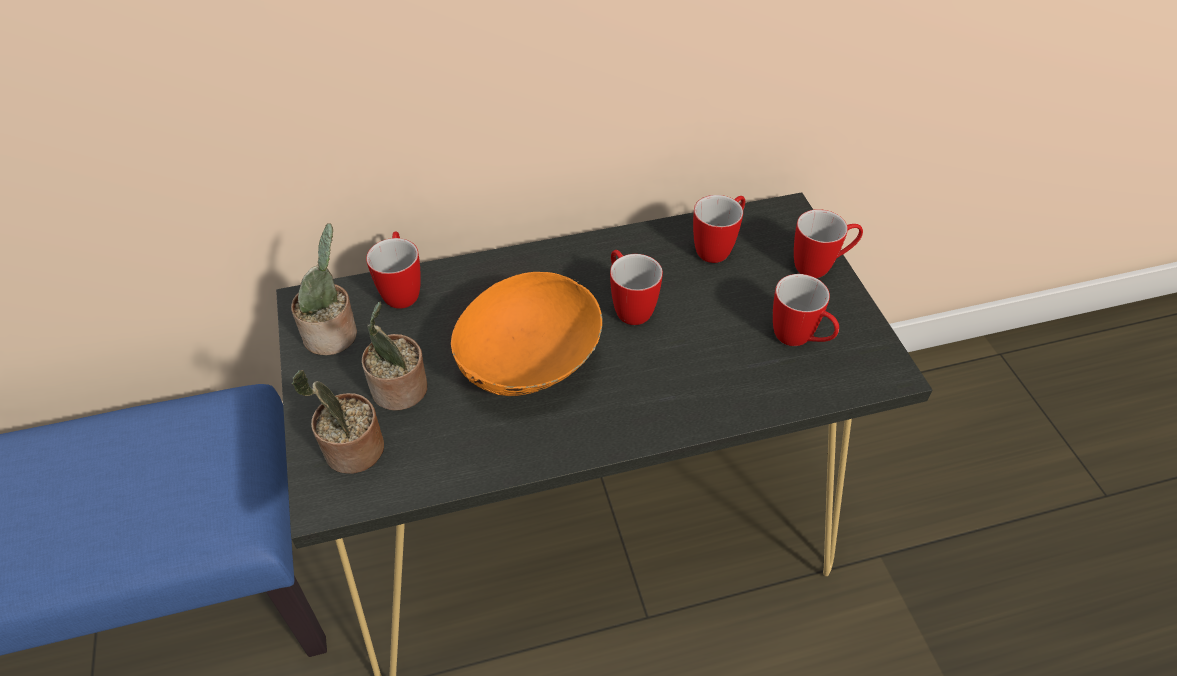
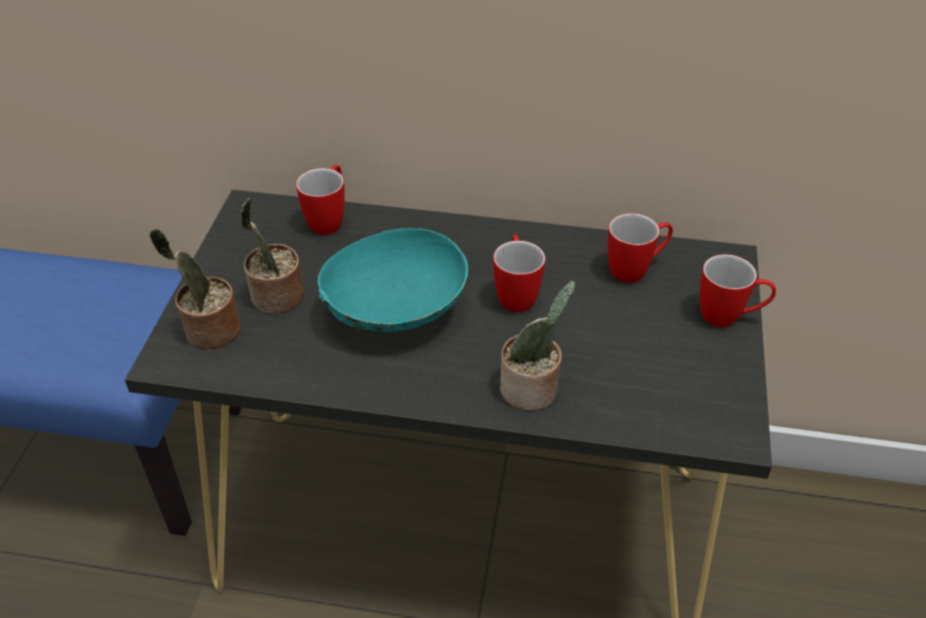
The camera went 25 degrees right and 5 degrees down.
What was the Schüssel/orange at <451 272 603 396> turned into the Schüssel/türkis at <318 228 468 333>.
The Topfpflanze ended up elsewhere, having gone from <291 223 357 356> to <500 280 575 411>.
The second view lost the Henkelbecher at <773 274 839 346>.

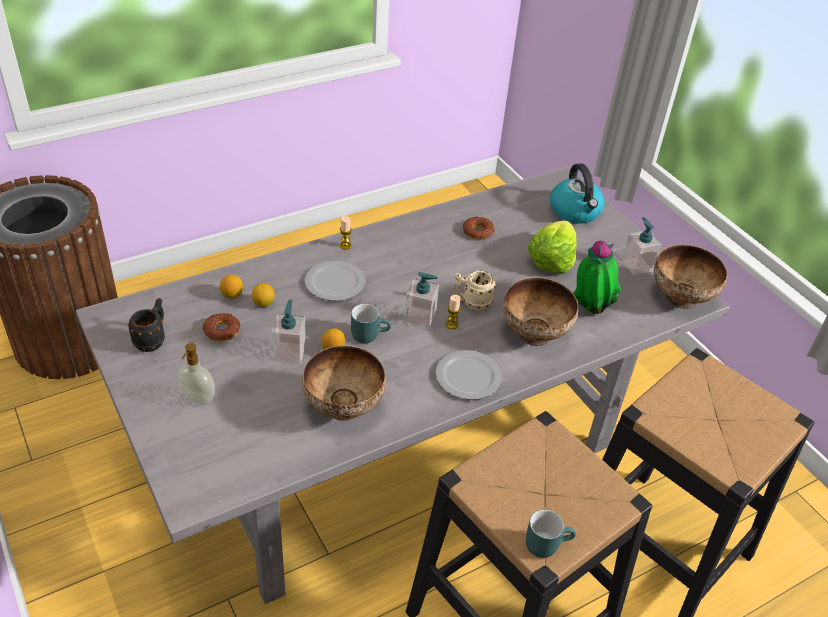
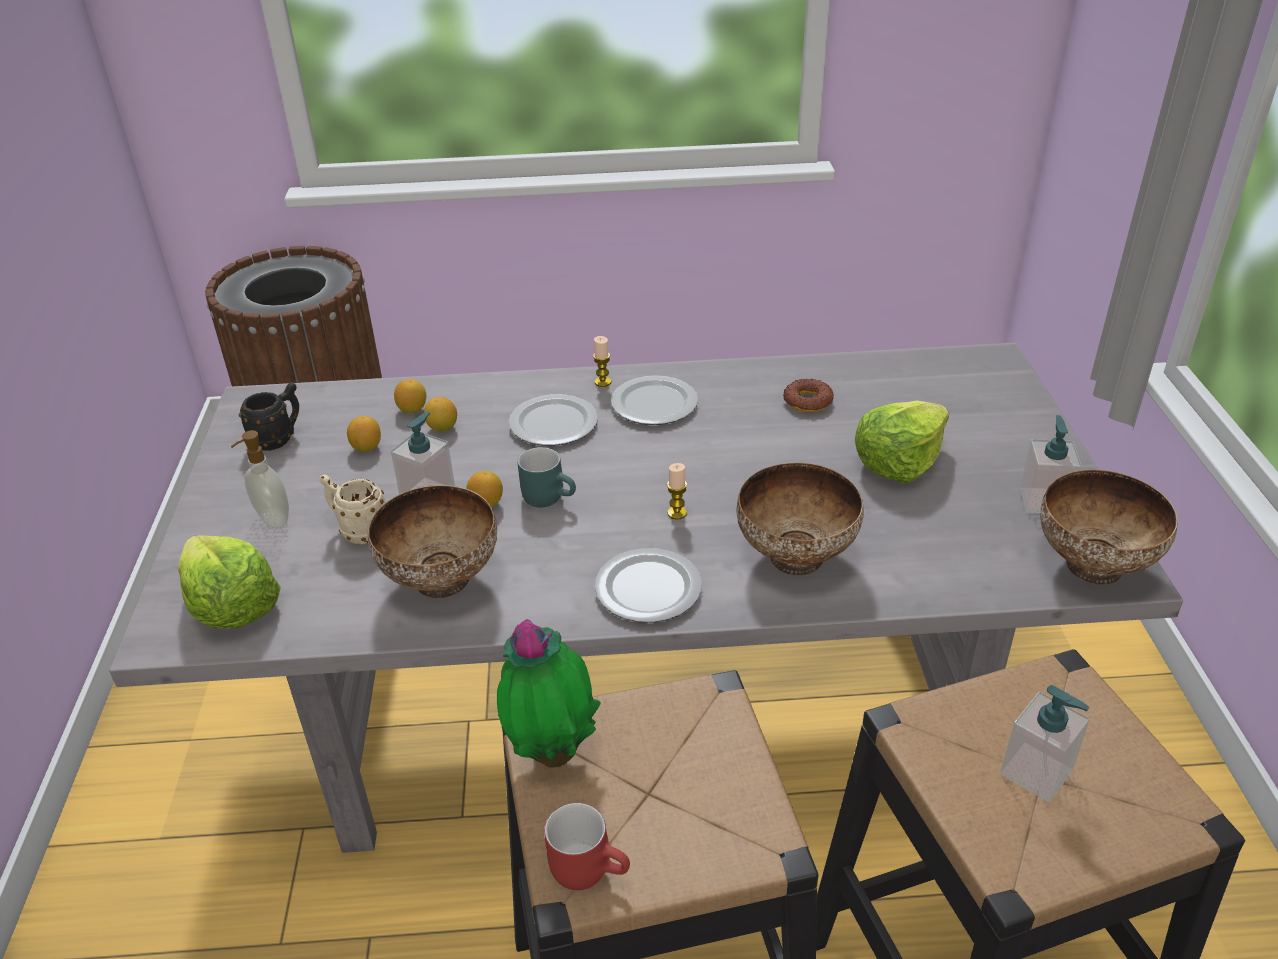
The camera went 30 degrees right and 5 degrees down.
The second view gained the Salatkopf at <178 535 281 629>.
The Henkelbecher/beige ended up elsewhere, having gone from <455 271 496 310> to <319 474 385 544>.
Where the Donut stood at <203 313 240 341>, the Zitrone came to stand at <347 416 381 452>.
The Topfpflanze ended up elsewhere, having gone from <573 241 621 314> to <497 619 601 768>.
What was the Henkelbecher/türkis at <526 509 576 558> turned into the Henkelbecher/rot at <544 803 630 890>.
The second view gained the Teller at <611 375 698 425>.
The Seifenspender ended up elsewhere, having gone from <405 272 439 329> to <1000 685 1090 802>.
The second view lost the Wasserkessel at <550 163 605 224>.

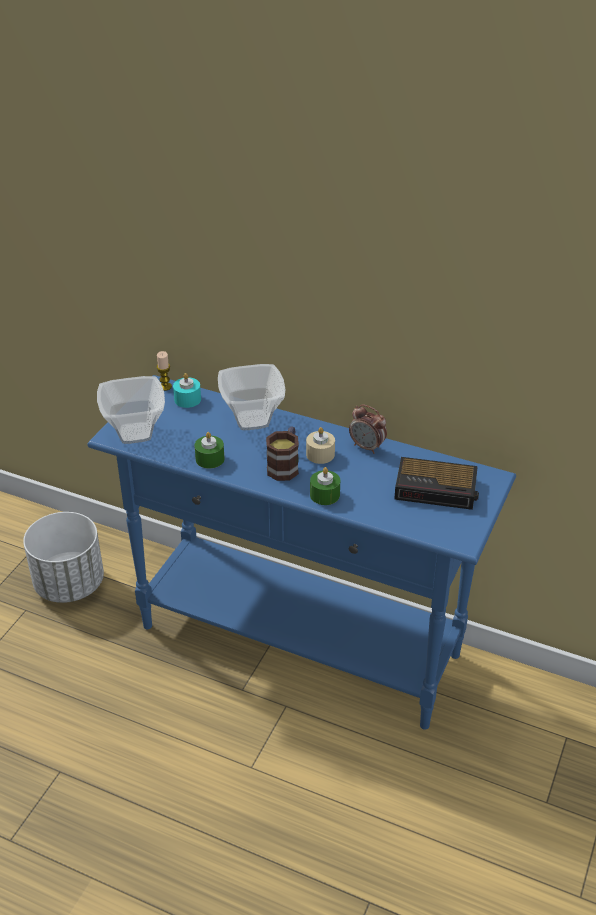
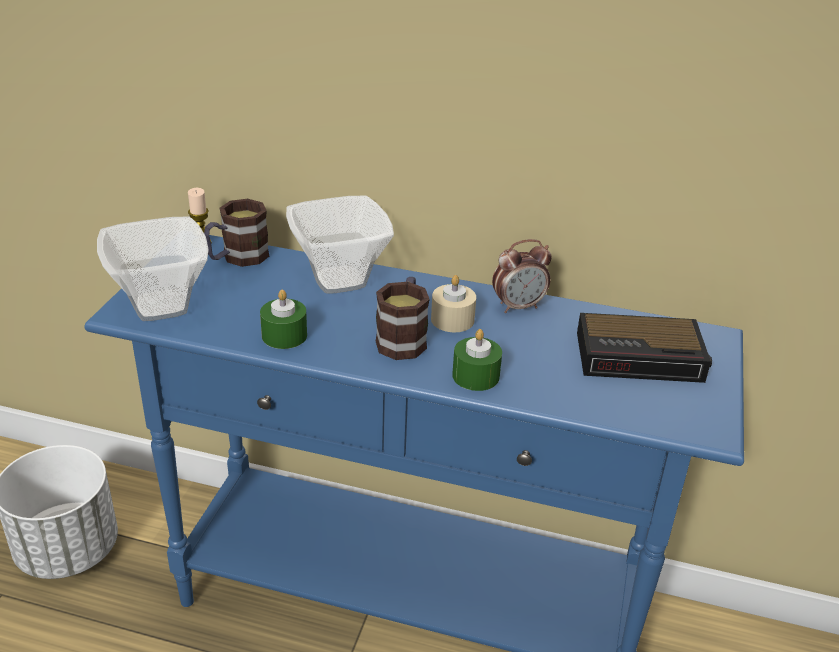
The camera went 10 degrees left and 5 degrees down.
Where the Kerze/türkis stood at <173 373 201 408>, the Henkelbecher came to stand at <204 199 269 267>.
The Wecker at <349 404 387 454> ended up facing another way, 45 degrees counterclockwise from before.

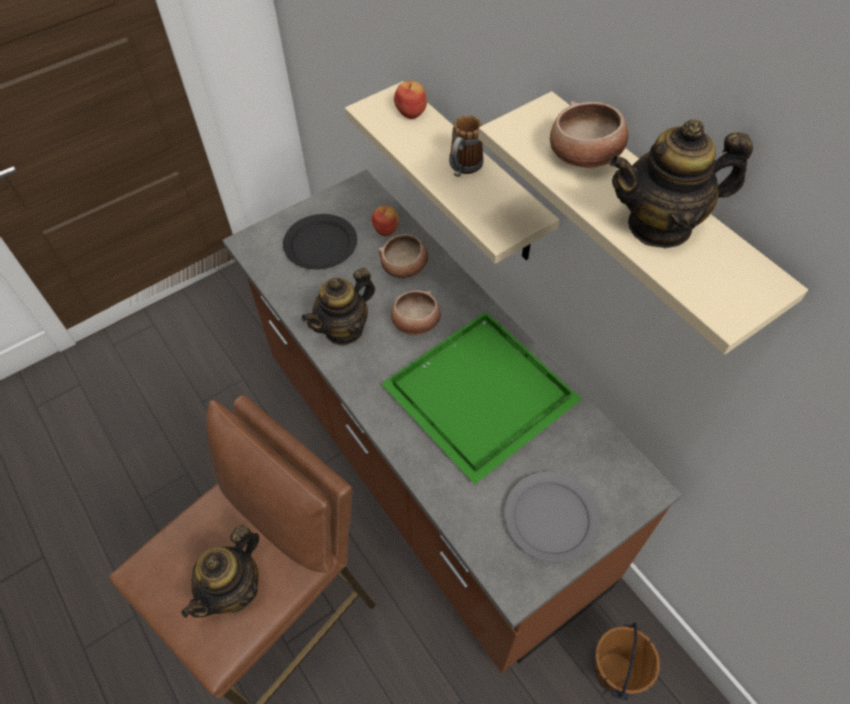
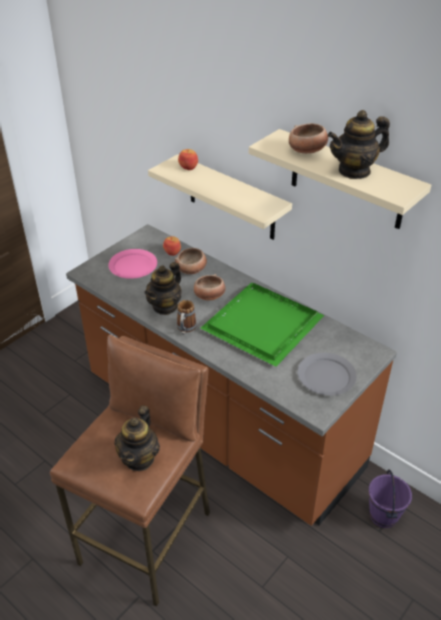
The camera went 15 degrees left and 15 degrees down.
What was the Teller/schwarz at <283 214 357 269> turned into the Teller/rosa at <108 249 157 279>.
The Henkelbecher ended up elsewhere, having gone from <449 115 483 177> to <177 300 197 335>.
What was the Eimer/braun at <595 622 660 700> turned into the Eimer/lila at <368 469 412 528>.

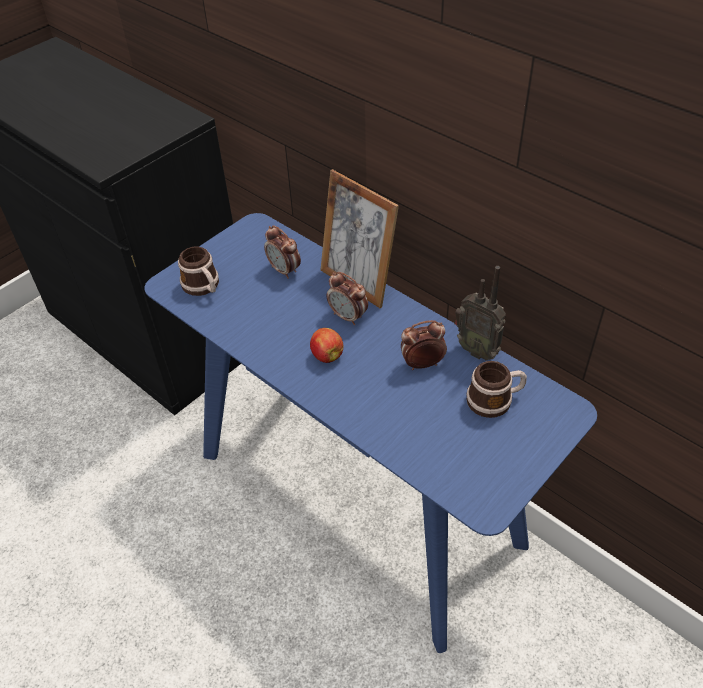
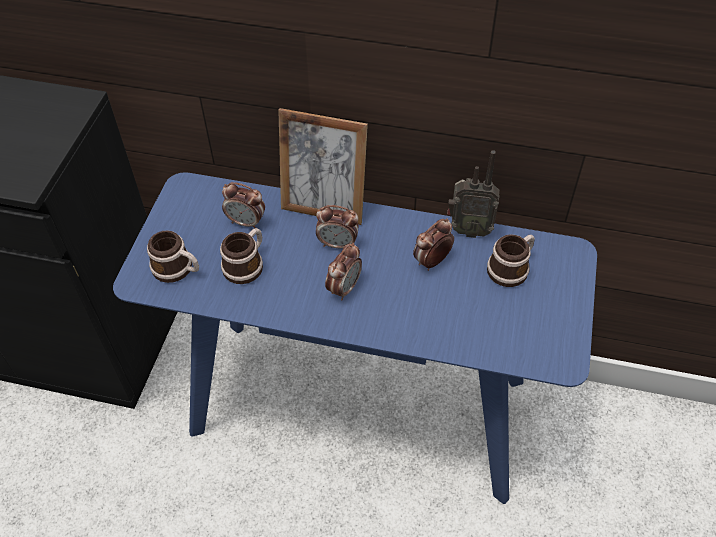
The camera went 30 degrees left and 5 degrees up.
The second view gained the Henkelbecher at <220 228 263 284>.
Where the Apfel stood at <310 328 344 363>, the Wecker came to stand at <325 243 362 300>.

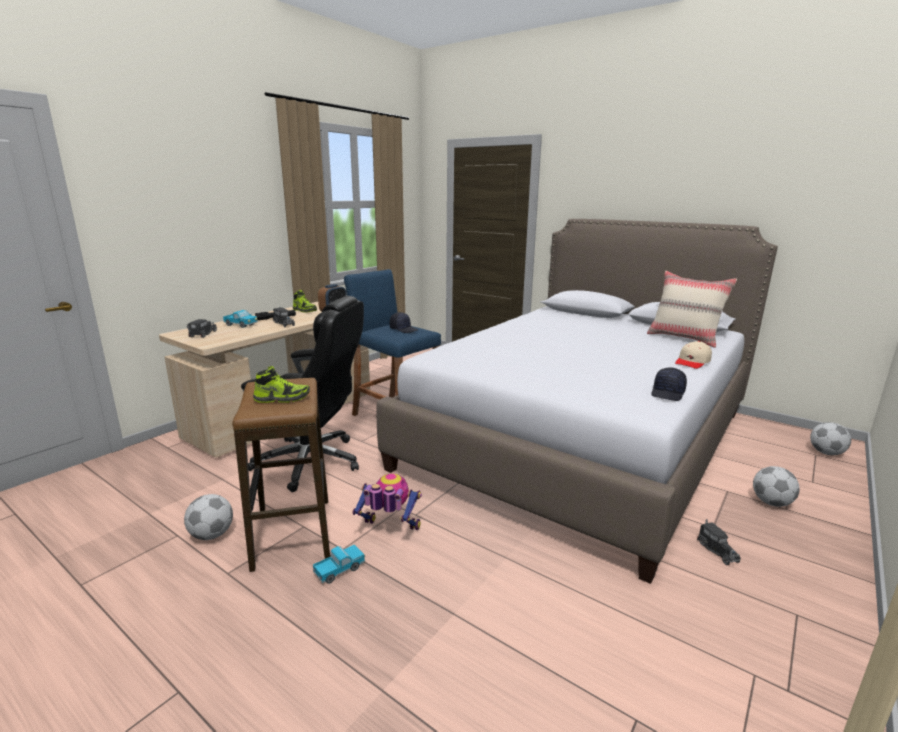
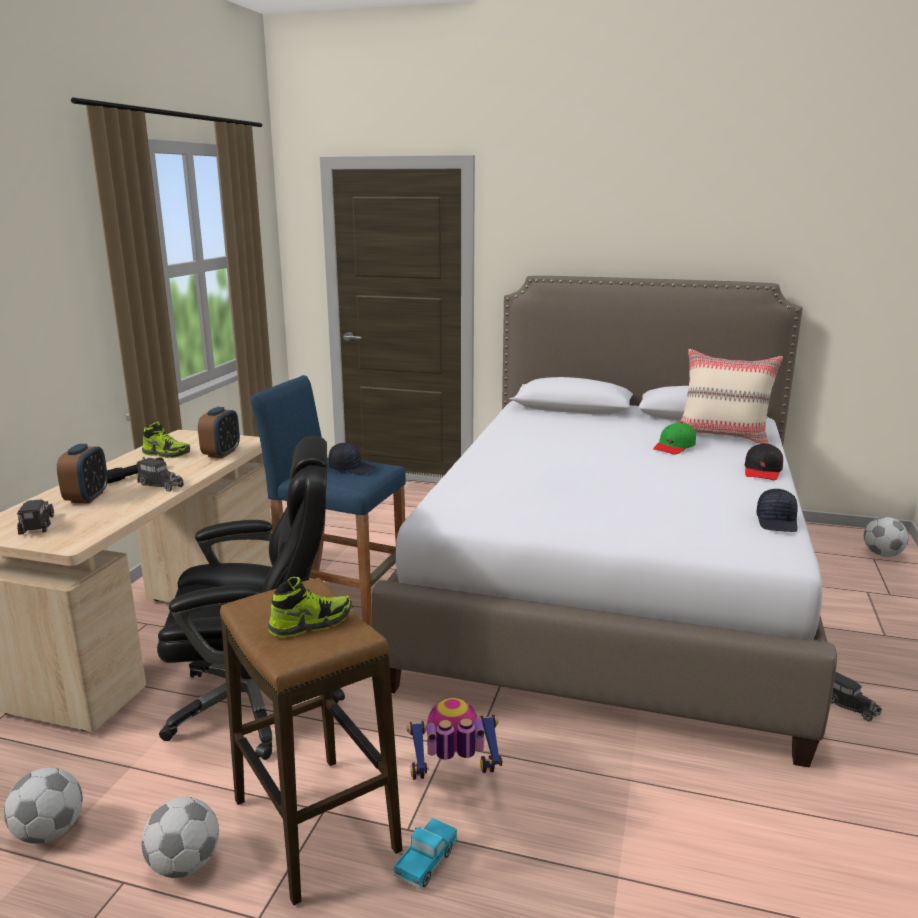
The camera went 20 degrees left and 0 degrees up.
The Fußball ended up elsewhere, having gone from <753 466 800 507> to <4 768 83 844>.
Where the Spielzeuglaster stood at <223 310 258 328>, the Wecker came to stand at <57 444 108 503>.
The second view gained the Kappe/grün at <653 422 696 455>.
What was the Kappe/beige at <675 341 712 369> turned into the Kappe/schwarz at <745 443 783 480>.

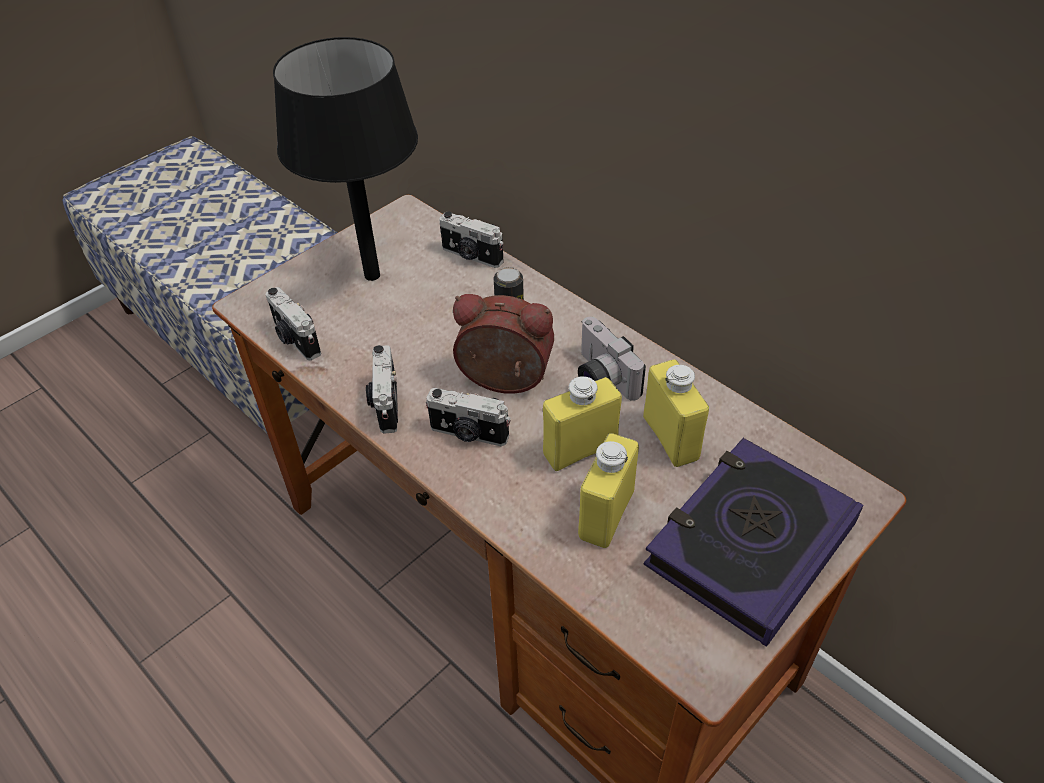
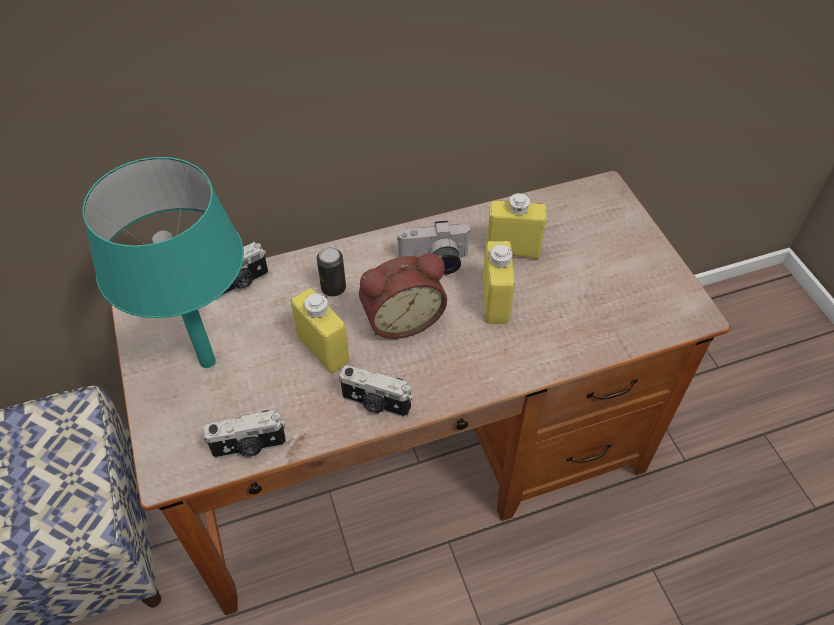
The camera went 65 degrees left and 5 degrees up.
What was the Tischlampe/schwarz at <273 37 418 281> turned into the Tischlampe/türkis at <83 157 244 368>.
The Flasche/gelb ended up elsewhere, having gone from <578 433 639 548> to <291 288 349 373>.
The Wecker at <453 294 554 394> ended up facing another way, 150 degrees counterclockwise from before.
The second view lost the Kamera at <426 388 511 446>.
The second view lost the Buch at <644 438 863 647>.

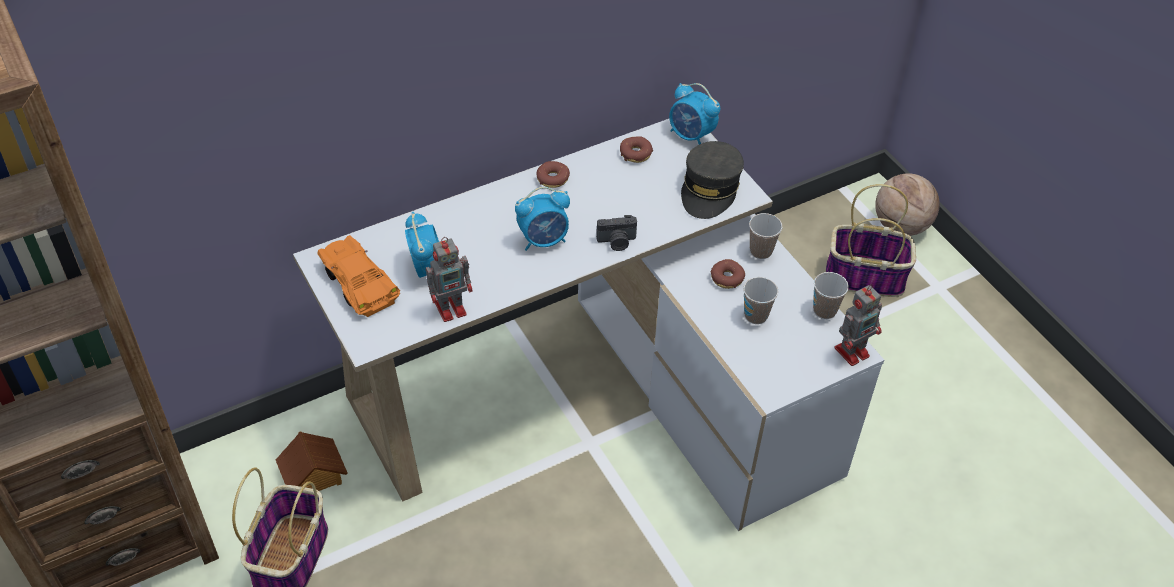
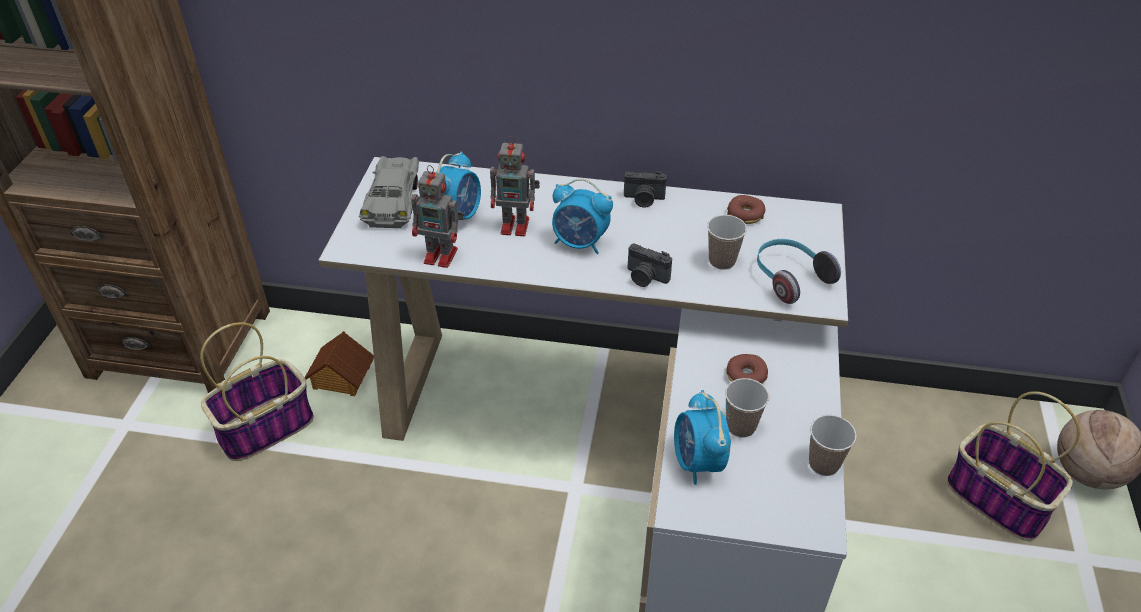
The camera went 40 degrees right and 5 degrees down.
What was the Spielzeugauto/orange at <317 235 400 317> turned into the Spielzeugauto/grau at <359 156 419 228>.
The Spielzeugroboter ended up elsewhere, having gone from <834 285 882 366> to <490 136 540 236>.
Where the Donut stood at <536 161 570 188>, the Kamera came to stand at <624 171 667 208>.
The Wecker ended up elsewhere, having gone from <669 83 720 144> to <674 390 731 485>.
The Tasse ended up elsewhere, having gone from <749 213 783 259> to <707 215 747 270>.
Where the Kappe/grau stood at <681 141 744 219>, the Kopfhörer came to stand at <757 239 841 304>.

